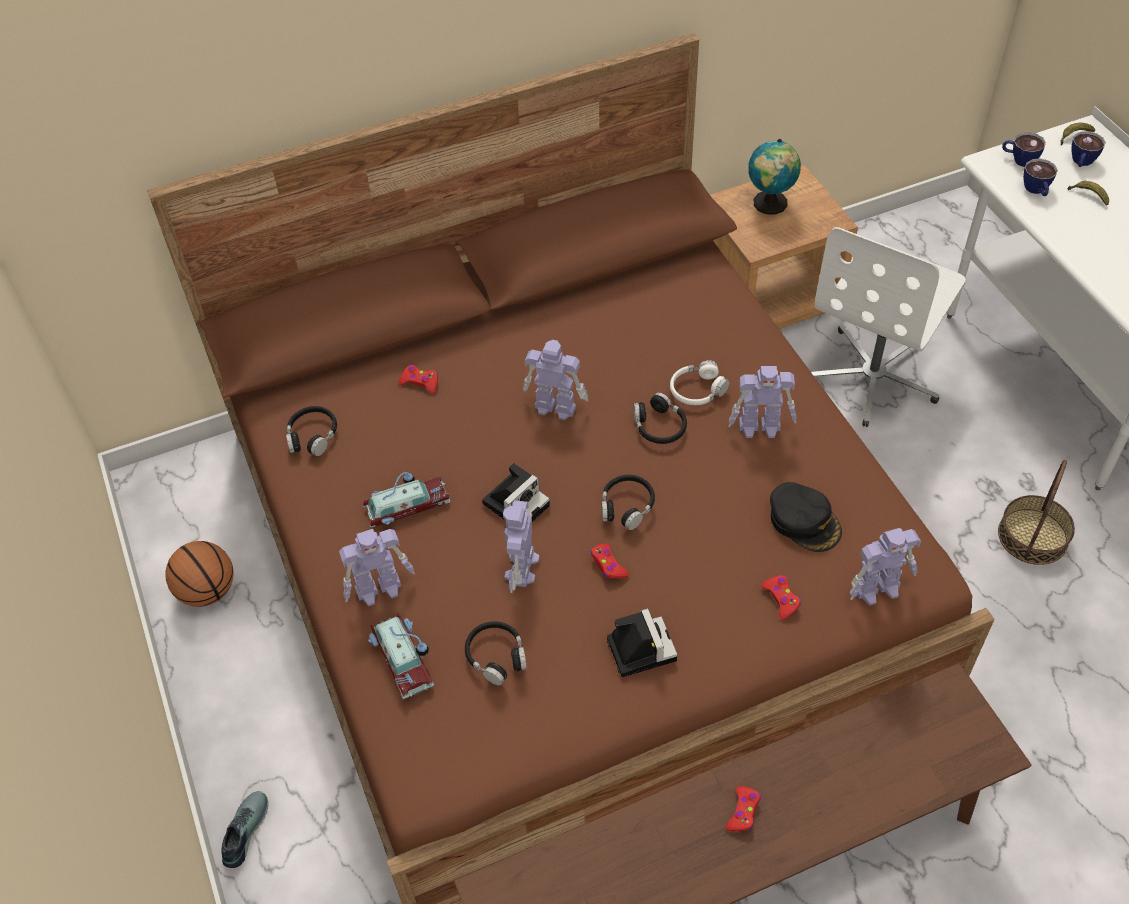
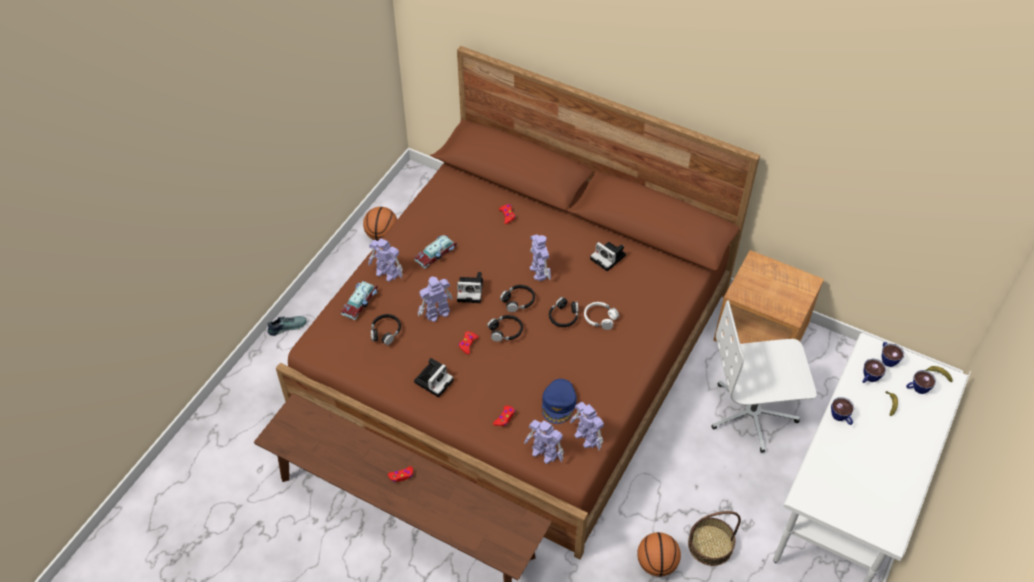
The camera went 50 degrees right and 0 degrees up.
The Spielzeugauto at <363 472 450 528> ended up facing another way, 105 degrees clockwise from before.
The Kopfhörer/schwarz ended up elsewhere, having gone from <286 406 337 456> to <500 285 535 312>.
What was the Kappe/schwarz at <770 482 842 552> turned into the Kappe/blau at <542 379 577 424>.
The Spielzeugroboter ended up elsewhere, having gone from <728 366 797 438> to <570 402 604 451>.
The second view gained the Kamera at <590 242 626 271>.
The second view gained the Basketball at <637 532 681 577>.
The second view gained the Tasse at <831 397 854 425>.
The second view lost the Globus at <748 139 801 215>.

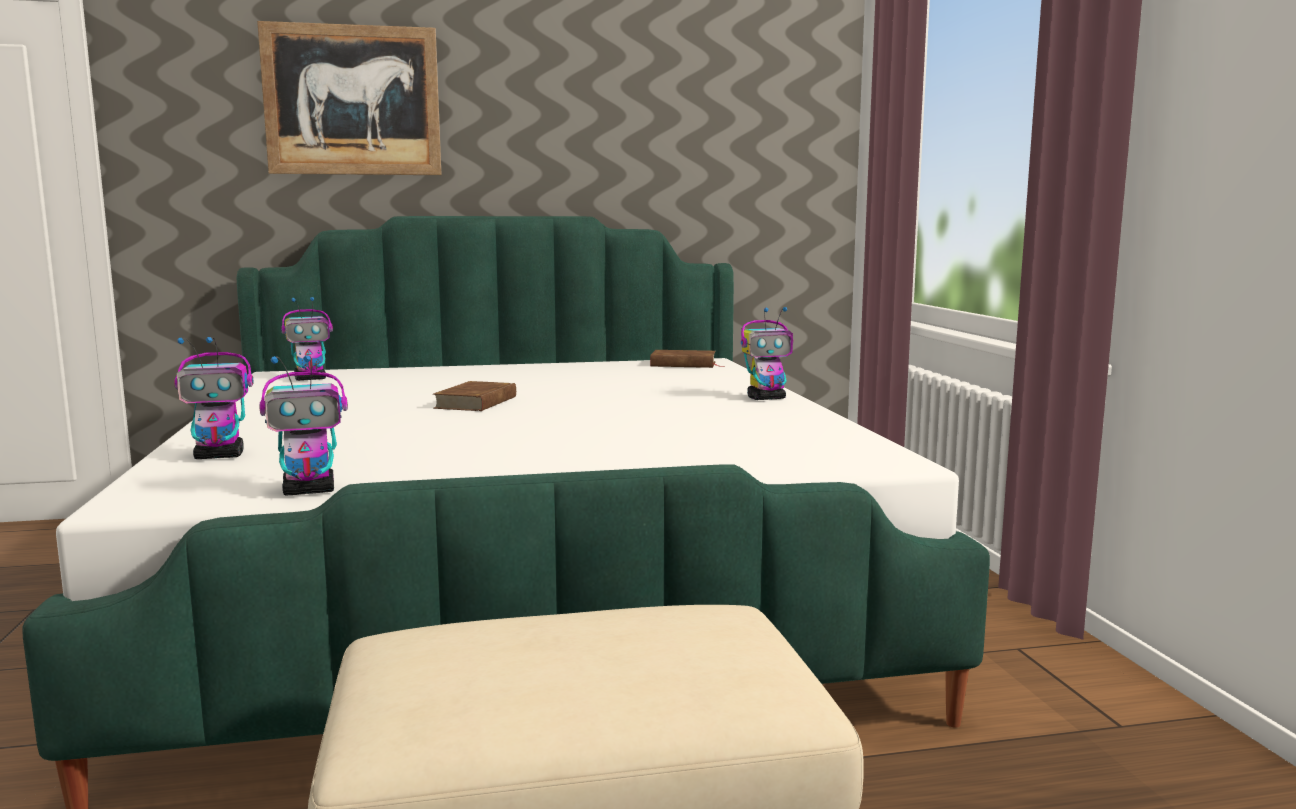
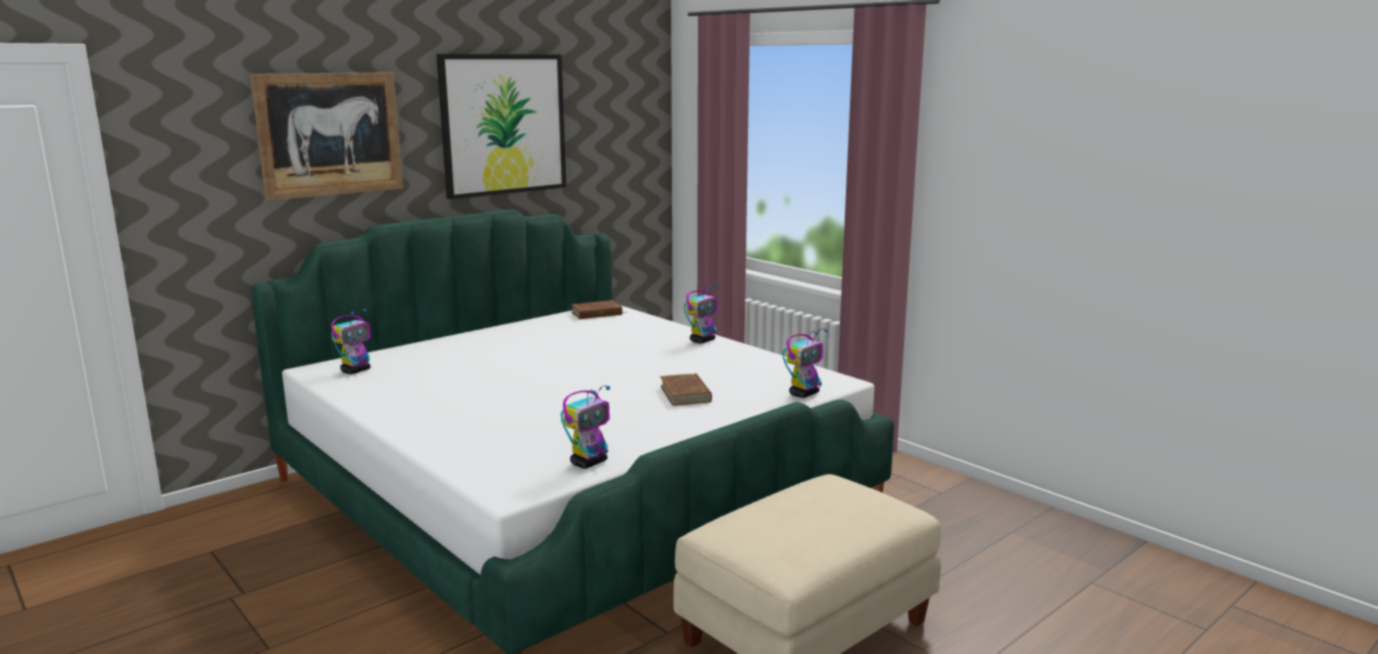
The camera went 30 degrees left and 5 degrees up.
The second view gained the Bild at <436 54 566 199>.
The Buch/braun ended up elsewhere, having gone from <433 381 516 411> to <660 373 712 406>.
The Spielzeugroboter ended up elsewhere, having gone from <174 337 253 459> to <783 329 828 398>.

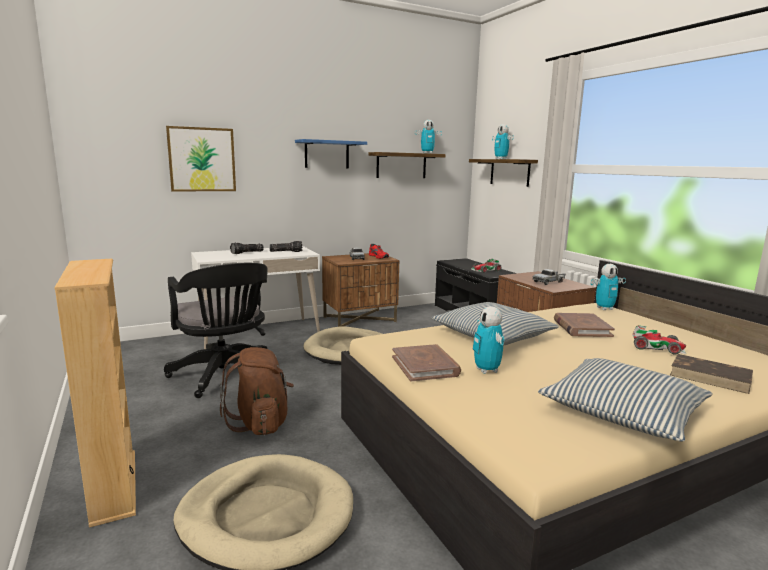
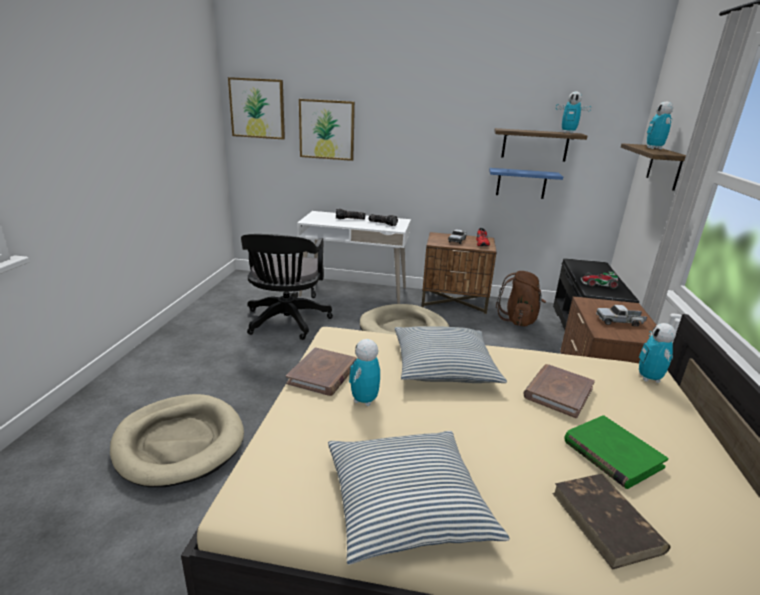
The camera went 35 degrees right and 10 degrees up.
The second view gained the Bild at <228 77 285 139>.
The Wandregal/blau ended up elsewhere, having gone from <295 139 367 168> to <489 168 563 199>.
The Rucksack/braun ended up elsewhere, having gone from <220 347 294 435> to <496 271 546 326>.
Where the Spielzeugauto stood at <633 325 686 354>, the Buch/grün came to stand at <564 415 669 489>.
The Spielzeugroboter at <590 264 626 310> ended up facing another way, 75 degrees clockwise from before.
The second view lost the Bücherregal/beige at <54 259 136 527>.

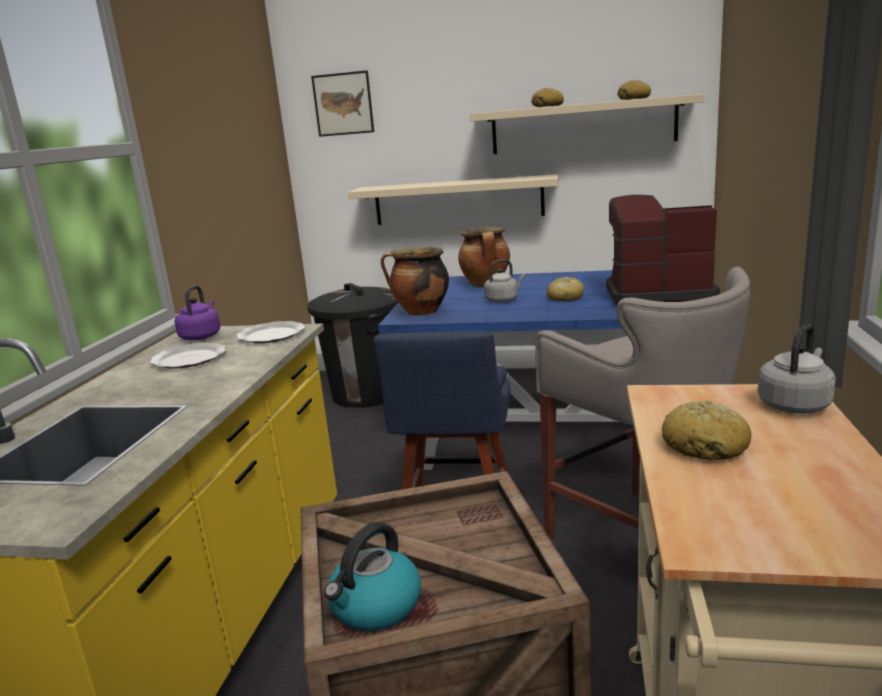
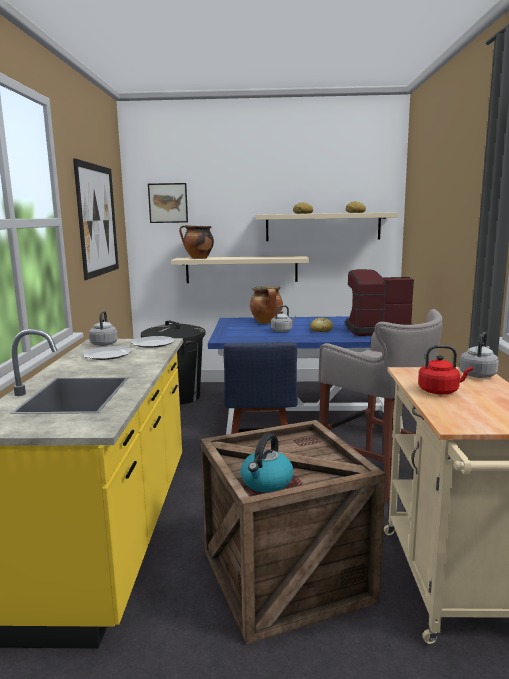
The camera went 10 degrees left and 5 degrees down.
The second view gained the Bild at <73 158 119 280>.
What was the Wasserkessel/lila at <175 285 220 340> turned into the Wasserkessel/grau at <89 311 118 346>.
The Kochtopf ended up elsewhere, having gone from <381 247 449 315> to <179 225 214 259>.
Where the Brot stood at <662 400 752 461>, the Wasserkessel/rot came to stand at <418 345 473 394>.

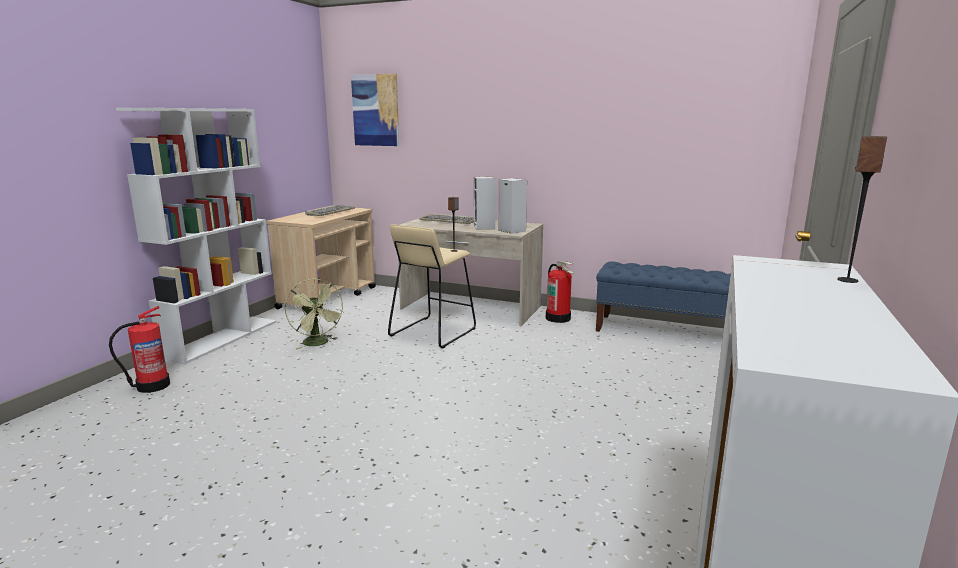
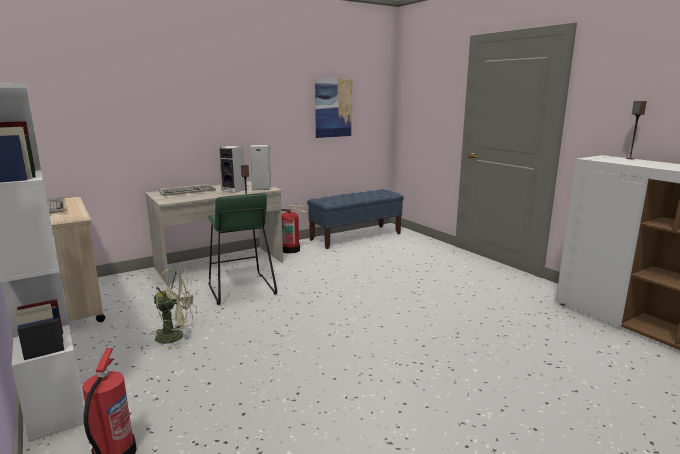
The camera went 55 degrees left and 0 degrees up.
What was the Hocker/beige at <388 224 476 348> turned into the Hocker/grün at <208 193 277 305>.
The Bild ended up elsewhere, having gone from <351 73 400 146> to <315 79 352 138>.

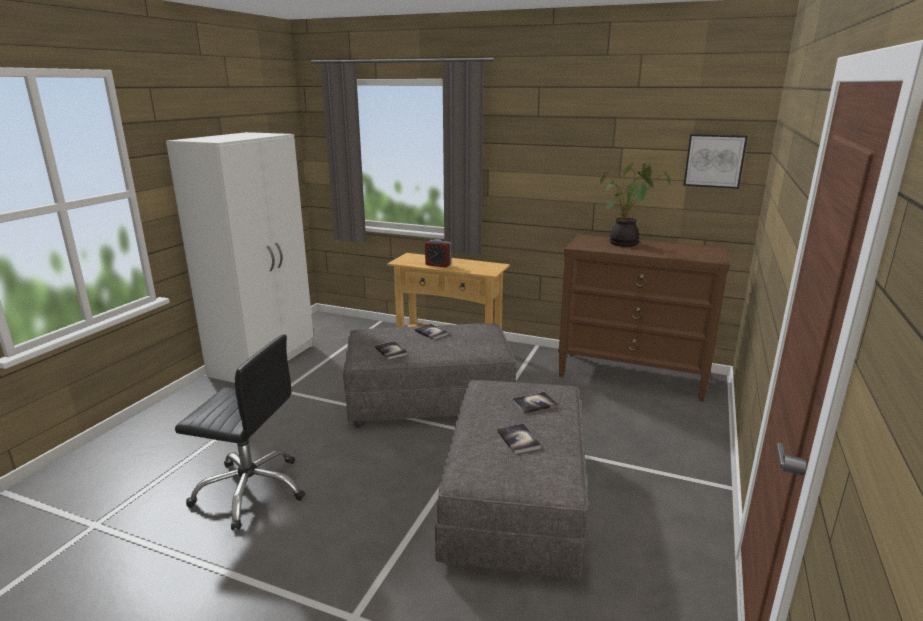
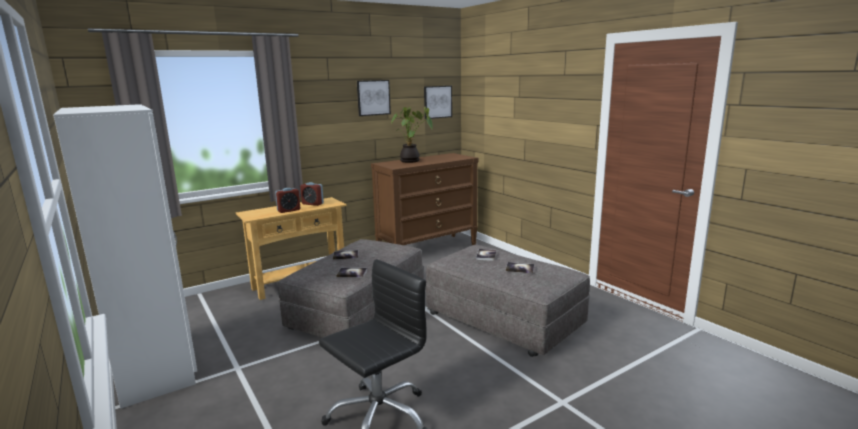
The camera went 55 degrees left and 5 degrees down.
The second view gained the Wecker at <300 182 324 206>.
The second view gained the Bild at <357 80 391 116>.

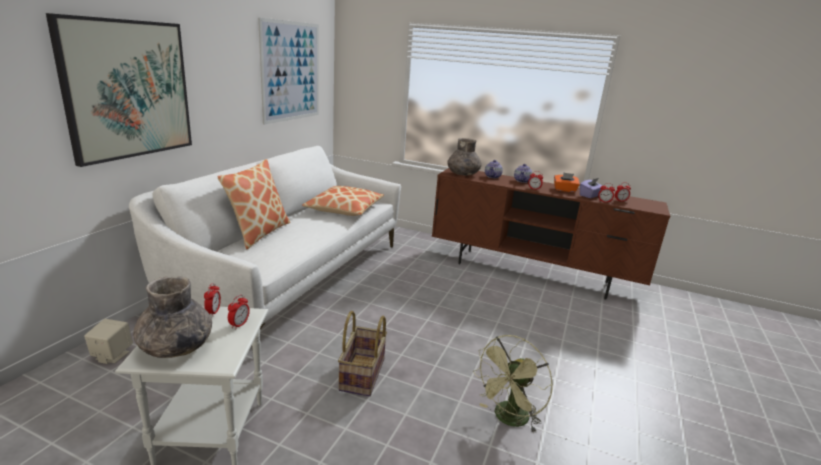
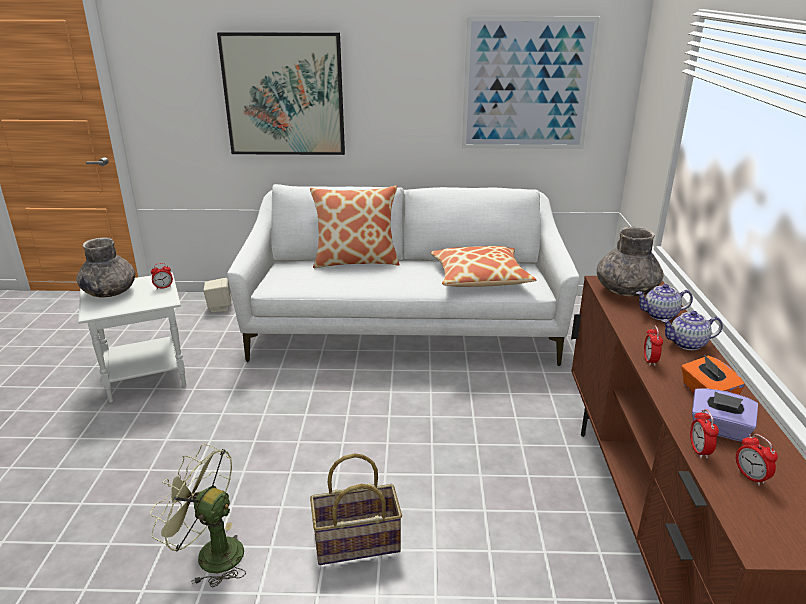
The camera went 70 degrees right and 5 degrees up.
The Korb ended up elsewhere, having gone from <338 311 387 396> to <310 453 402 565>.
The second view lost the Wecker at <228 295 250 330>.

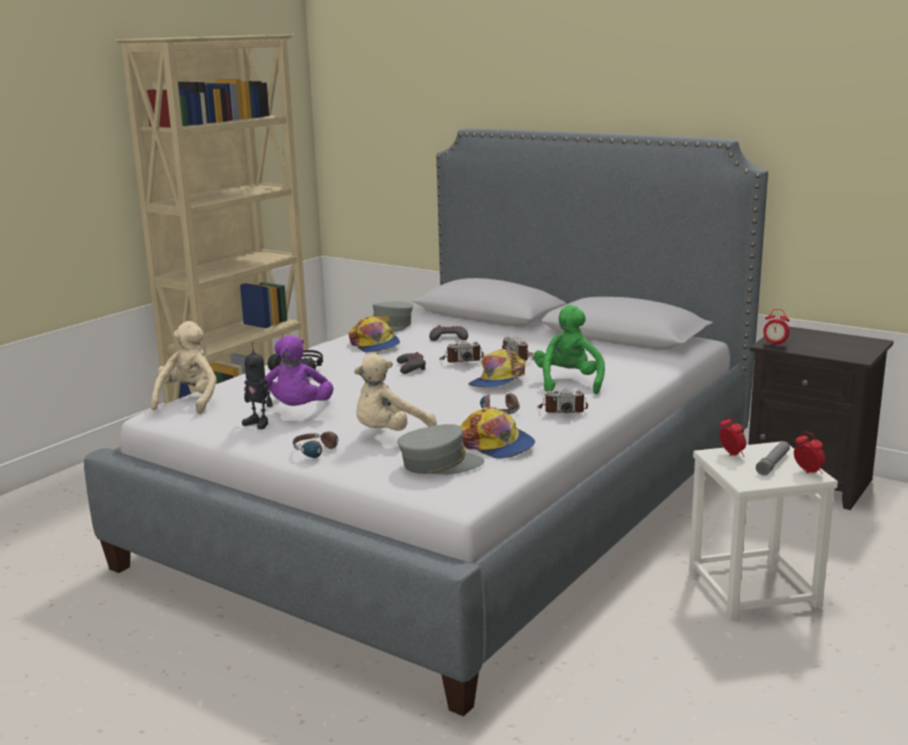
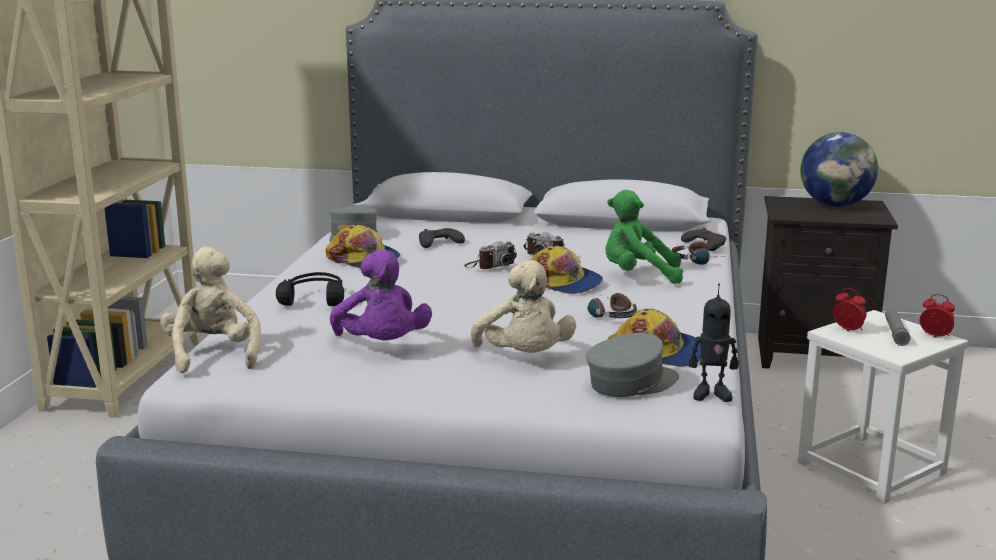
The camera went 25 degrees left and 0 degrees up.
The Plüschtier/beige at <354 354 437 431> ended up facing another way, 45 degrees counterclockwise from before.
The Kappe at <469 349 525 387> ended up facing another way, 60 degrees counterclockwise from before.
The Plüschtier/grün at <534 305 605 394> ended up facing another way, 60 degrees counterclockwise from before.
The Kopfhörer ended up elsewhere, having gone from <293 431 338 458> to <671 241 724 265>.
The Gamepad/grau ended up elsewhere, having gone from <397 352 426 374> to <681 228 726 251>.
The Spielzeugroboter ended up elsewhere, having gone from <242 342 273 429> to <689 284 739 402>.
The second view gained the Globus at <800 132 878 207>.
The second view lost the Kamera at <537 389 588 413>.
The second view lost the Wecker at <763 309 790 347>.

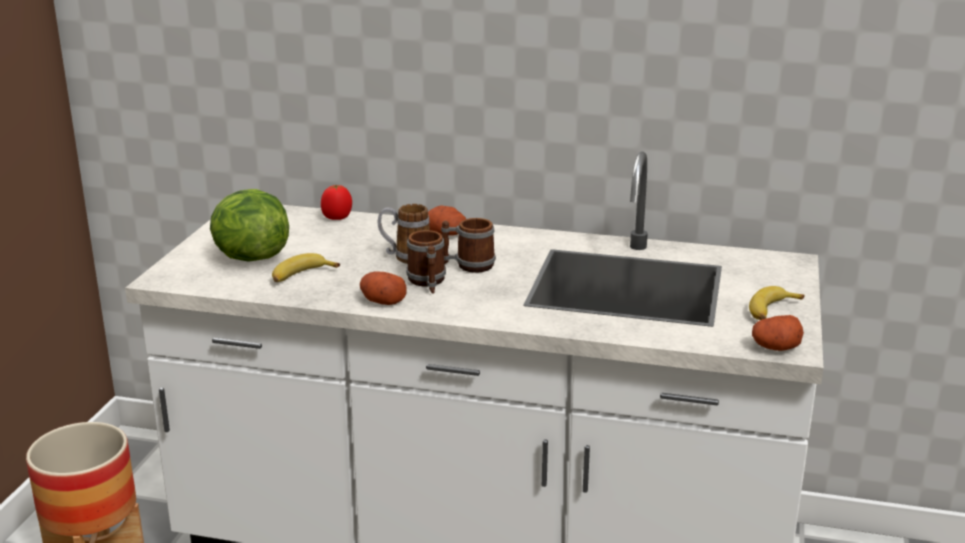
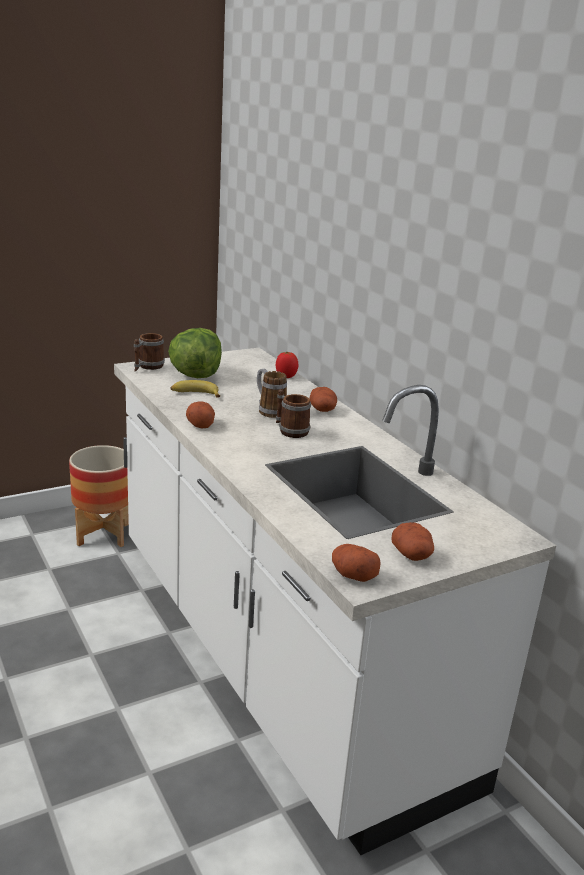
The camera went 45 degrees right and 0 degrees up.
The Henkelbecher ended up elsewhere, having gone from <406 230 446 294> to <134 333 165 371>.
Where the Banane stood at <749 286 804 320>, the Kartoffel came to stand at <391 522 434 561>.

